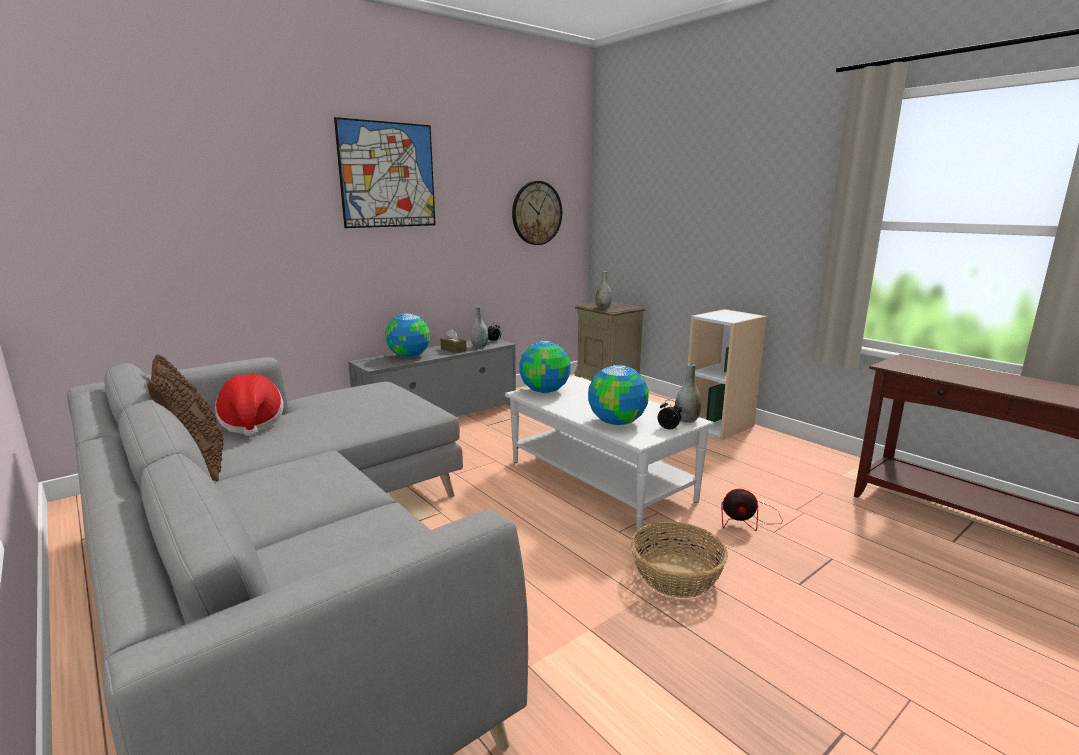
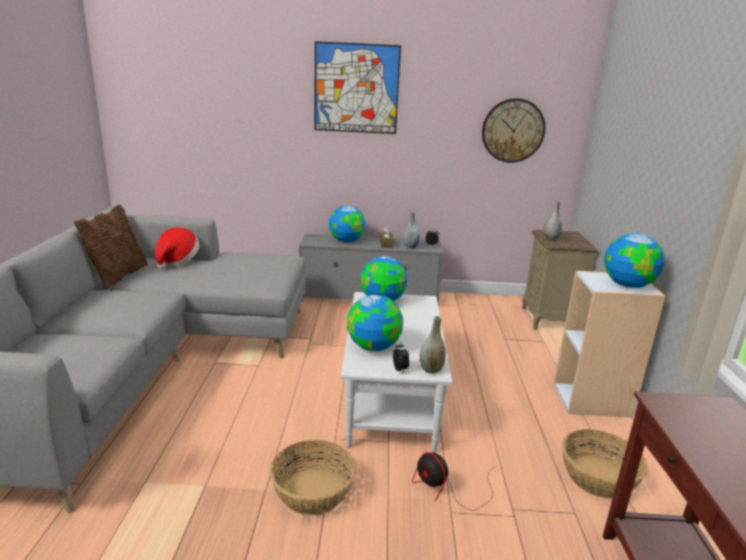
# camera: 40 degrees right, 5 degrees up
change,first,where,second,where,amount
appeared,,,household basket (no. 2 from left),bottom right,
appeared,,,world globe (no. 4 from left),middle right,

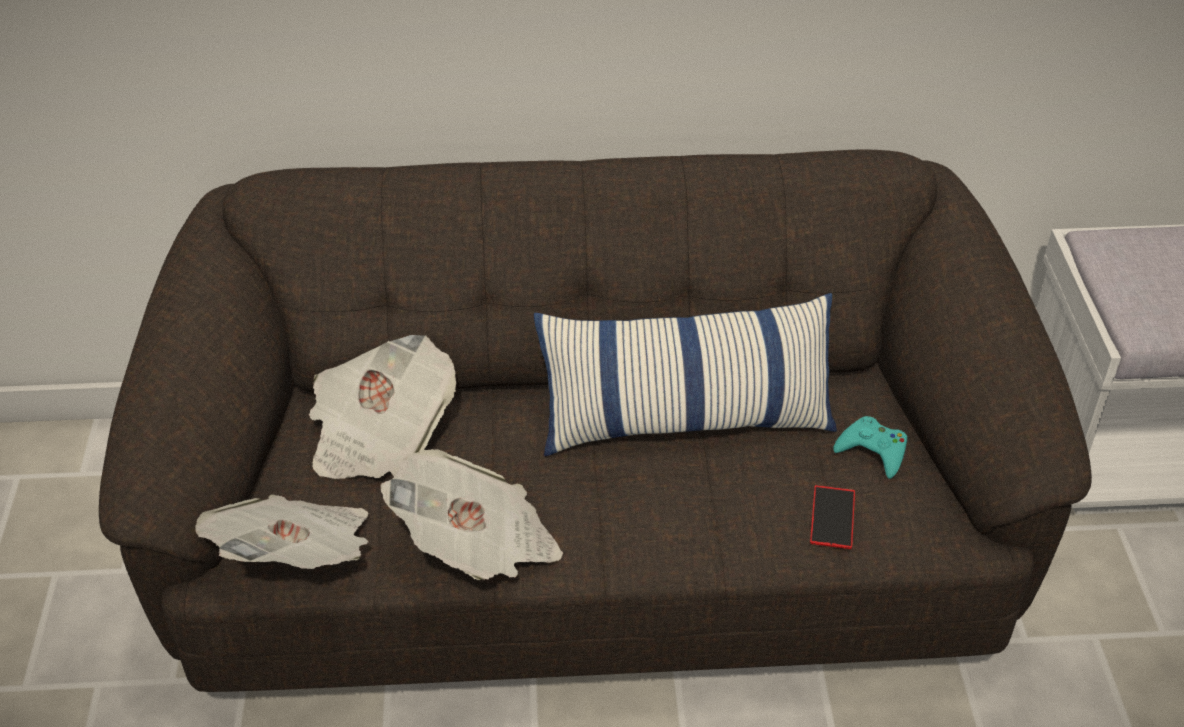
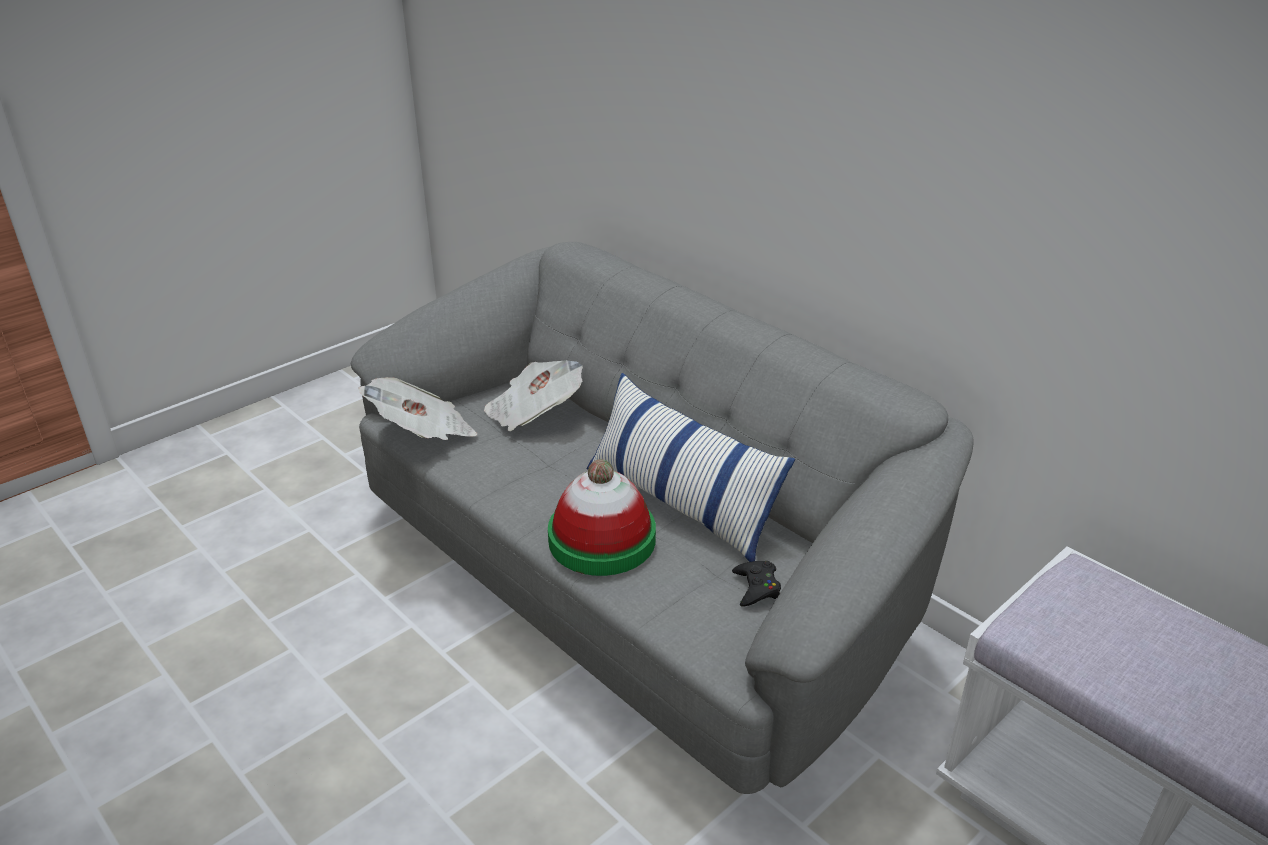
# camera: 50 degrees right, 10 degrees down
change,first,where,second,where,amount
missing,daily paper (no. 3 from left),bottom centre,,,
missing,phone,bottom right,,,
appeared,,,wearable hat,centre,
colour,sofa (brown),centre,sofa (gray),centre,
colour,gamepad (turquoise),middle right,gamepad (black),bottom centre,

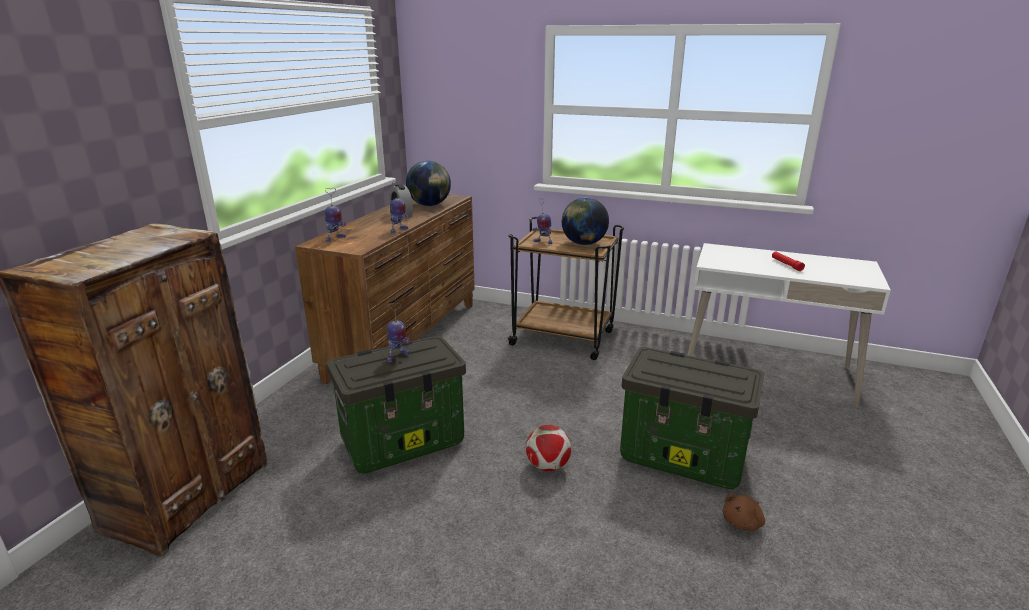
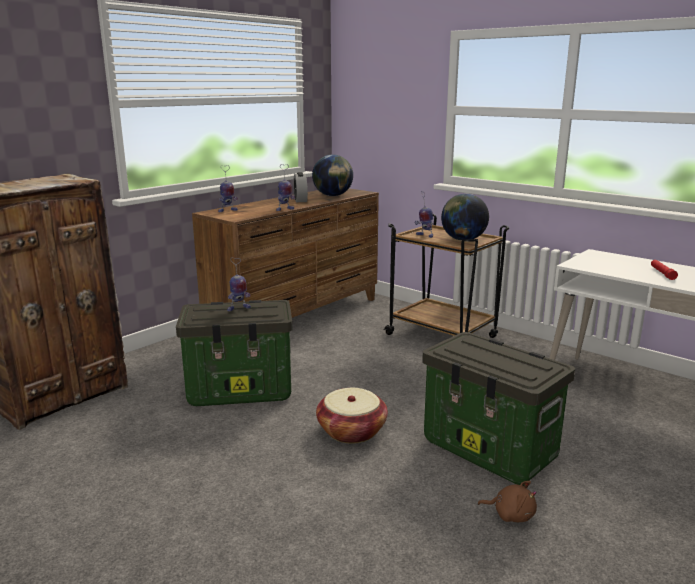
# camera: 20 degrees right, 5 degrees down
change,first,where,second,where,amount
exchanged,football ball,bottom centre,household basket,bottom centre,
spun,cuddly toy (brown),bottom right,,bottom right,135 degrees counterclockwise

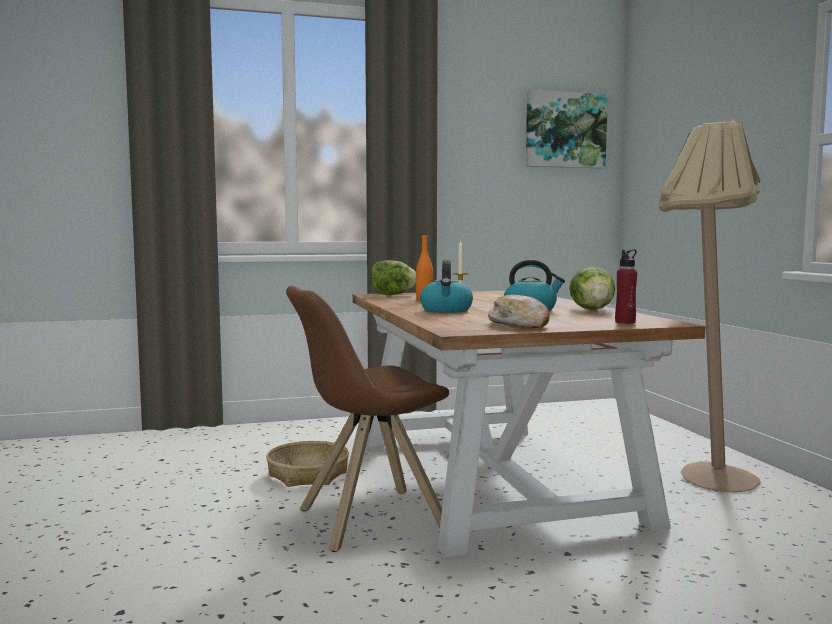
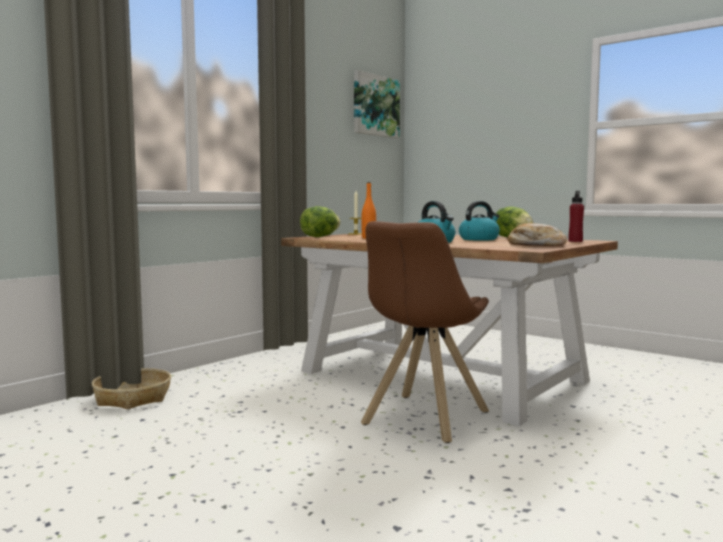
# camera: 35 degrees left, 0 degrees up
change,first,where,second,where,amount
missing,standing lamp (beige),middle right,,,
relocated,household basket,bottom centre,,bottom left,

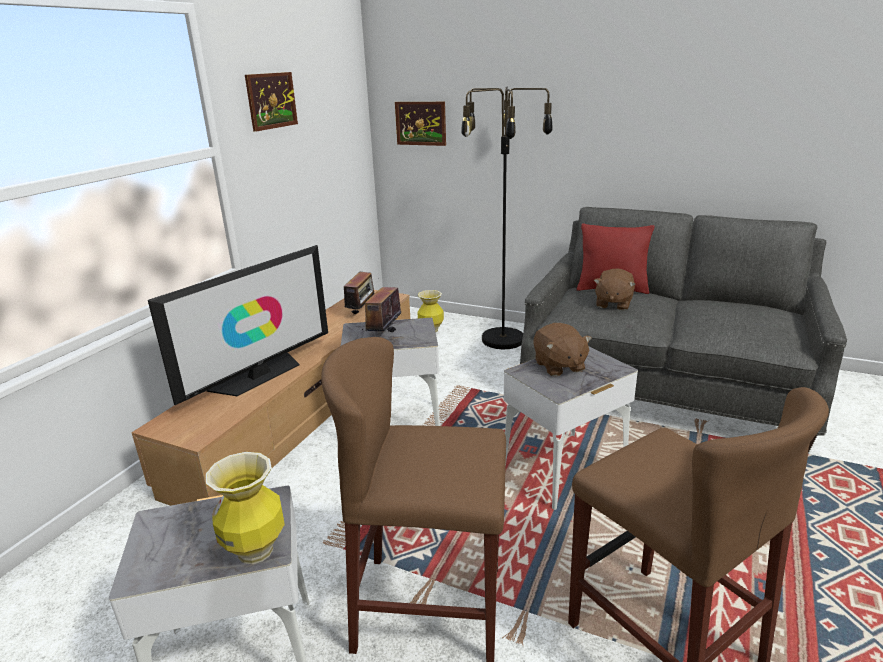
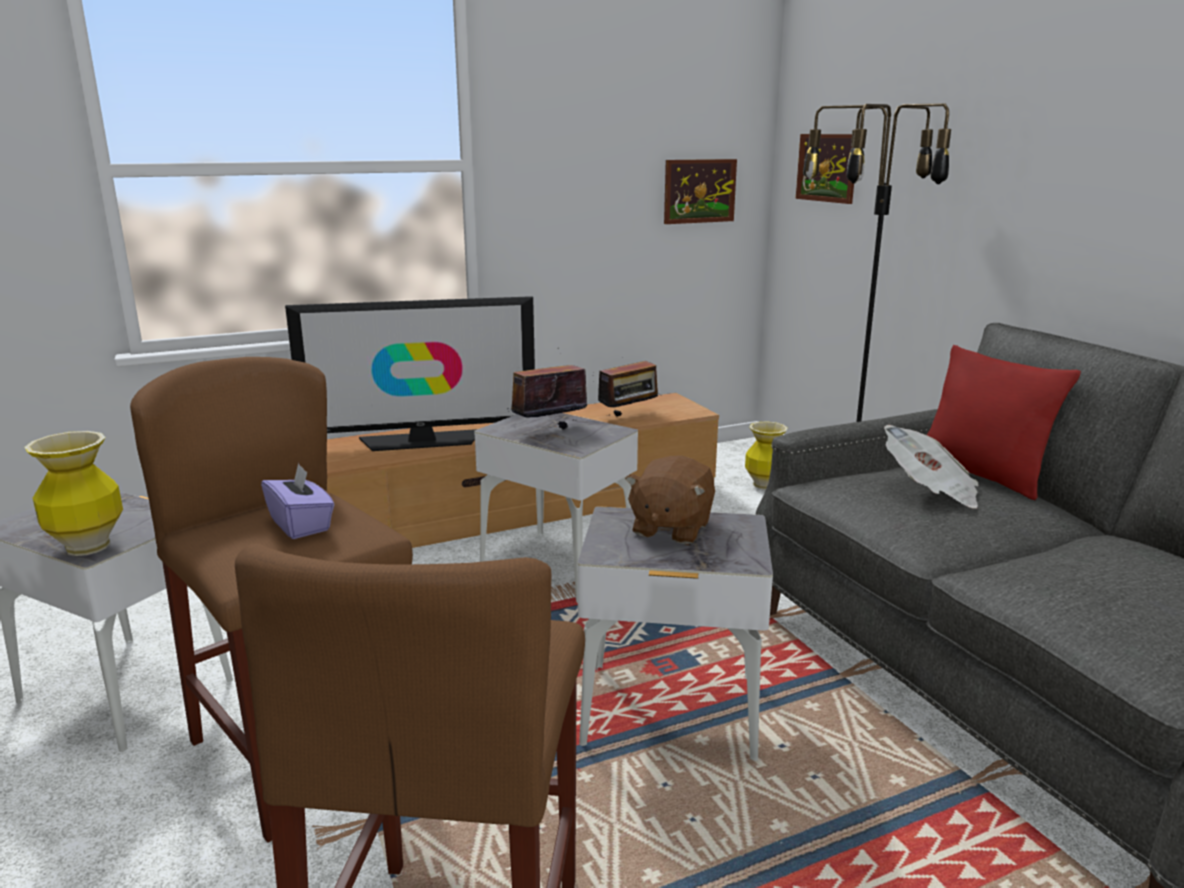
# camera: 40 degrees right, 5 degrees down
change,first,where,second,where,amount
appeared,,,box of tissues (purple-coloured),middle left,
relocated,wall picture (no. 1 from left),top left,,top centre,
exchanged,cuddly toy (brown) (no. 2 from left),middle right,daily paper,middle right,

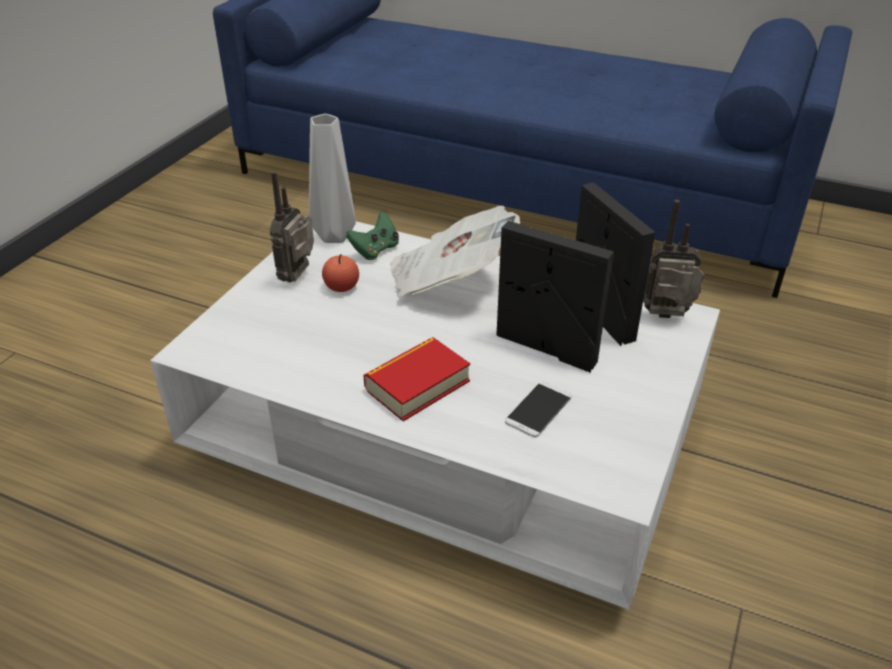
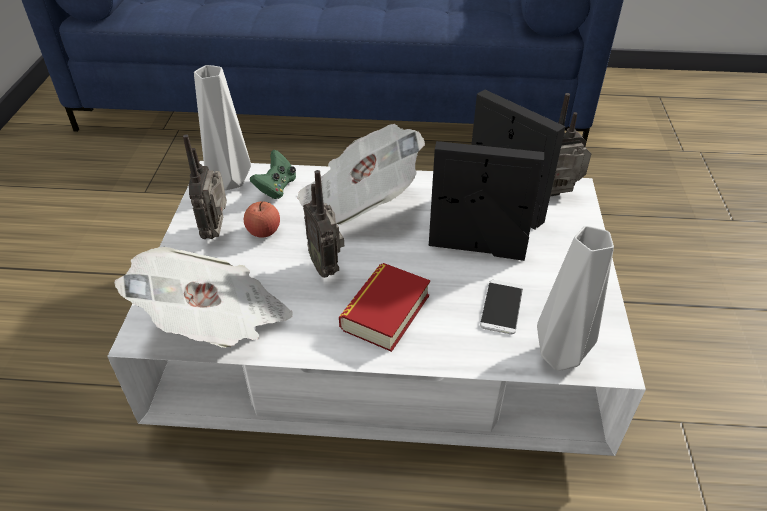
# camera: 20 degrees left, 5 degrees up
change,first,where,second,where,amount
appeared,,,daily paper (no. 1 from left),middle left,
appeared,,,radio set (no. 2 from left),centre,
appeared,,,flower vase (gray) (no. 2 from left),middle right,

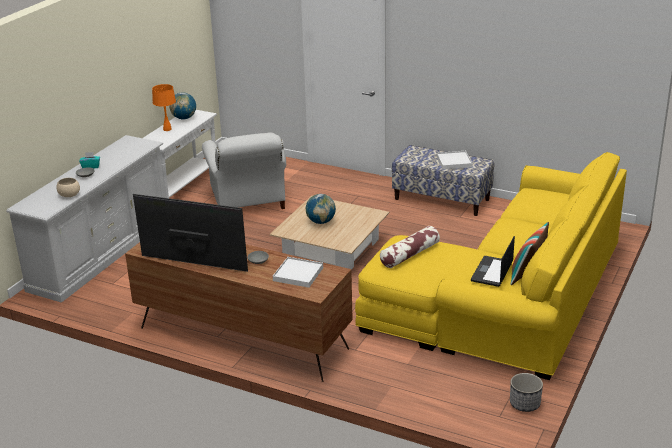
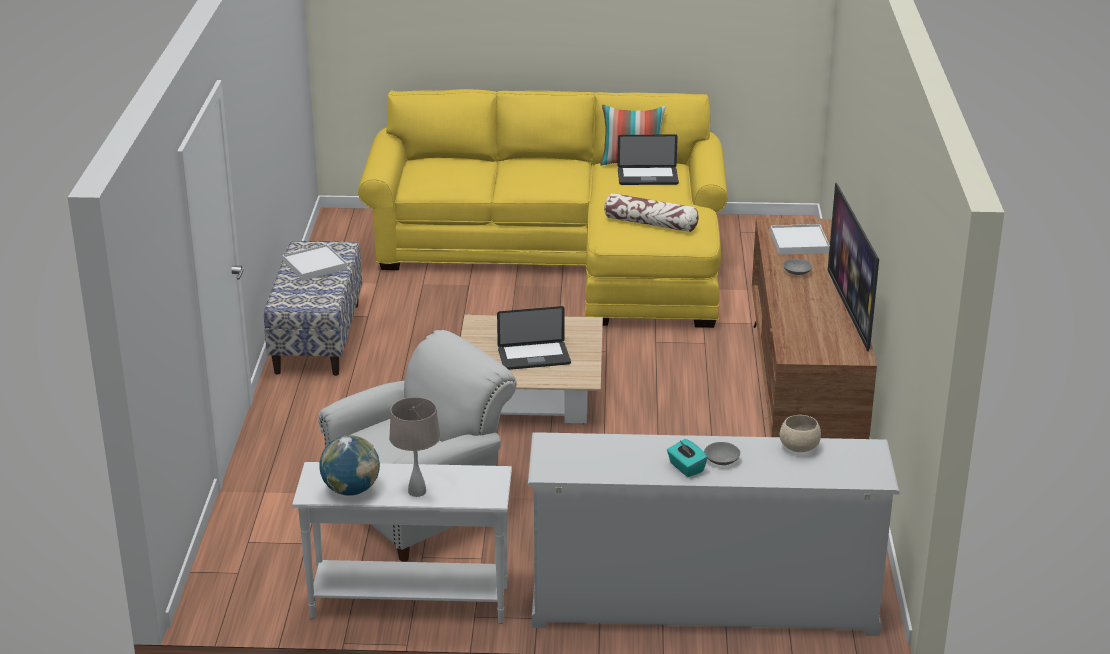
# camera: 115 degrees left, 0 degrees up
change,first,where,second,where,amount
missing,planter,bottom right,,,
exchanged,world globe (no. 2 from left),centre,portable computer (no. 1 from left),centre,
colour,lamp for a table (orange),top left,lamp for a table (beige),bottom centre,

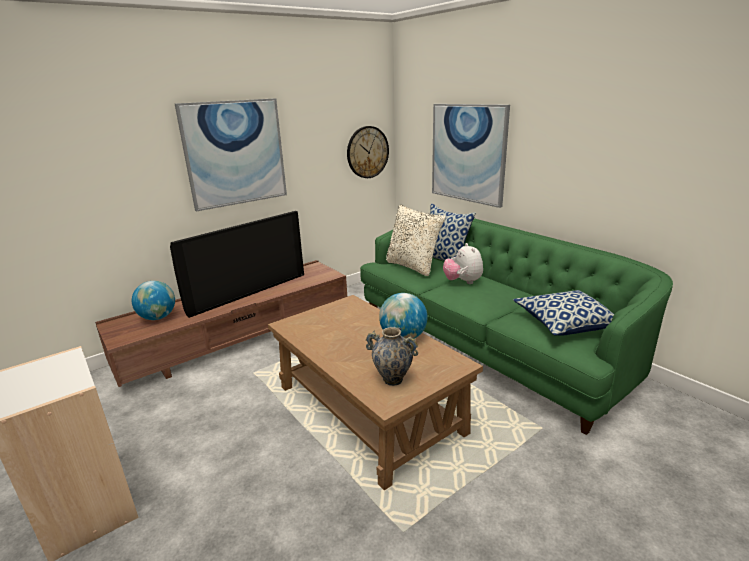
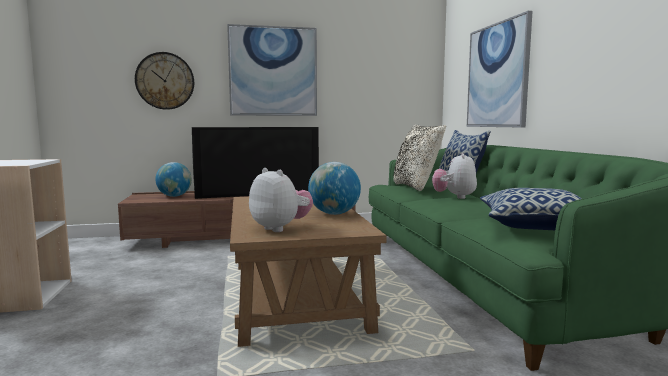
# camera: 25 degrees right, 15 degrees down
change,first,where,second,where,amount
relocated,wall clock,top centre,,top left,
exchanged,flower vase,centre,cuddly toy (no. 1 from left),centre,

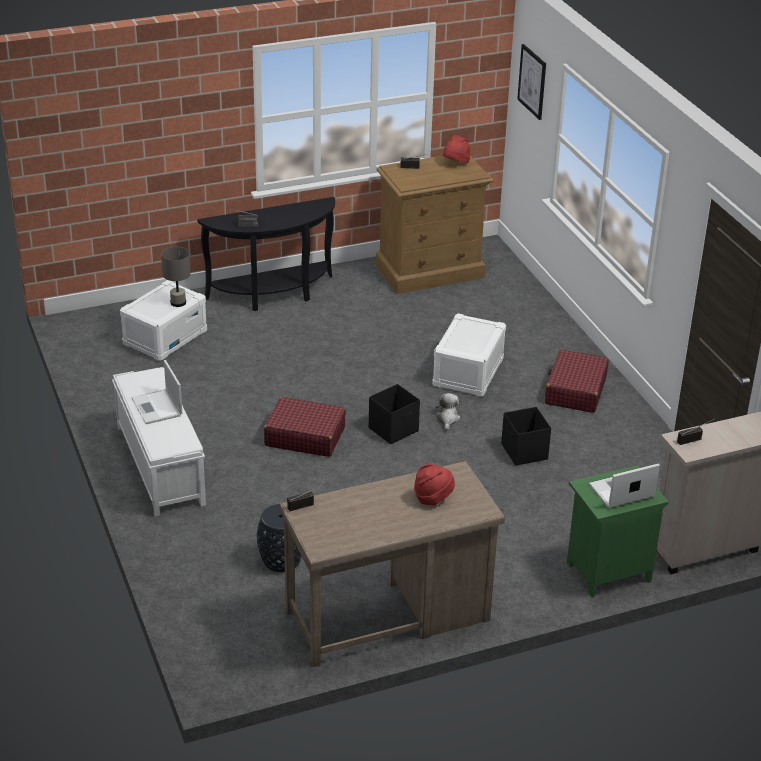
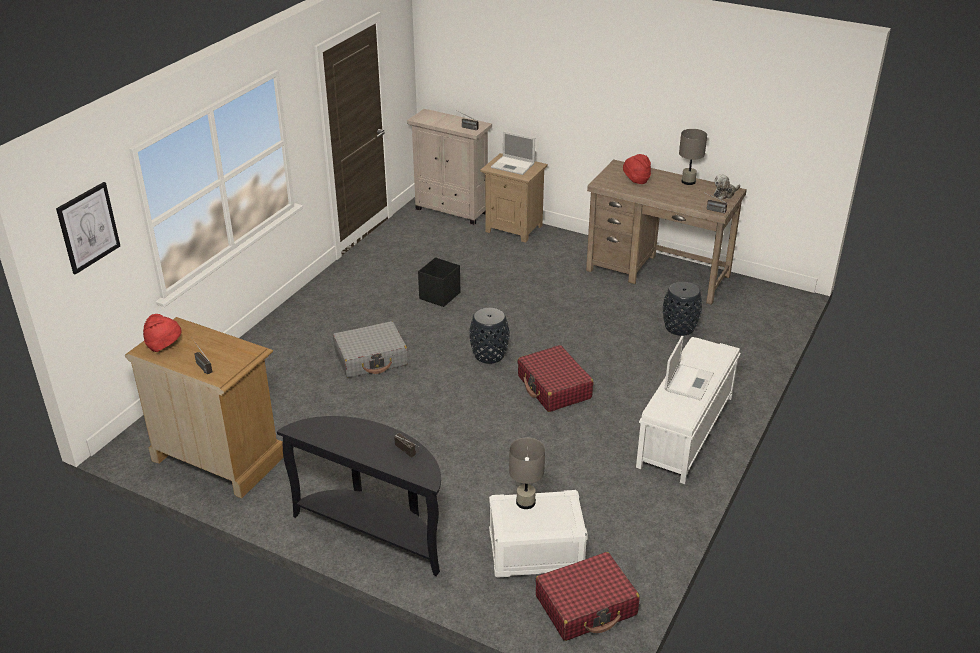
# camera: 130 degrees left, 0 degrees up
change,first,where,second,where,amount
appeared,,,lamp for a table (gray) (no. 2 from left),top right,
relocated,cuddly toy,centre,,top right,
relocated,suitcase (red) (no. 2 from left),middle right,,bottom centre,
exchanged,storage container (black) (no. 1 from left),centre,sitting stool (black) (no. 1 from left),centre,
exchanged,storage container (whitish) (no. 2 from left),centre,suitcase (gray),centre,
colour,nightstand (greenish),bottom right,nightstand (beige),top centre,

